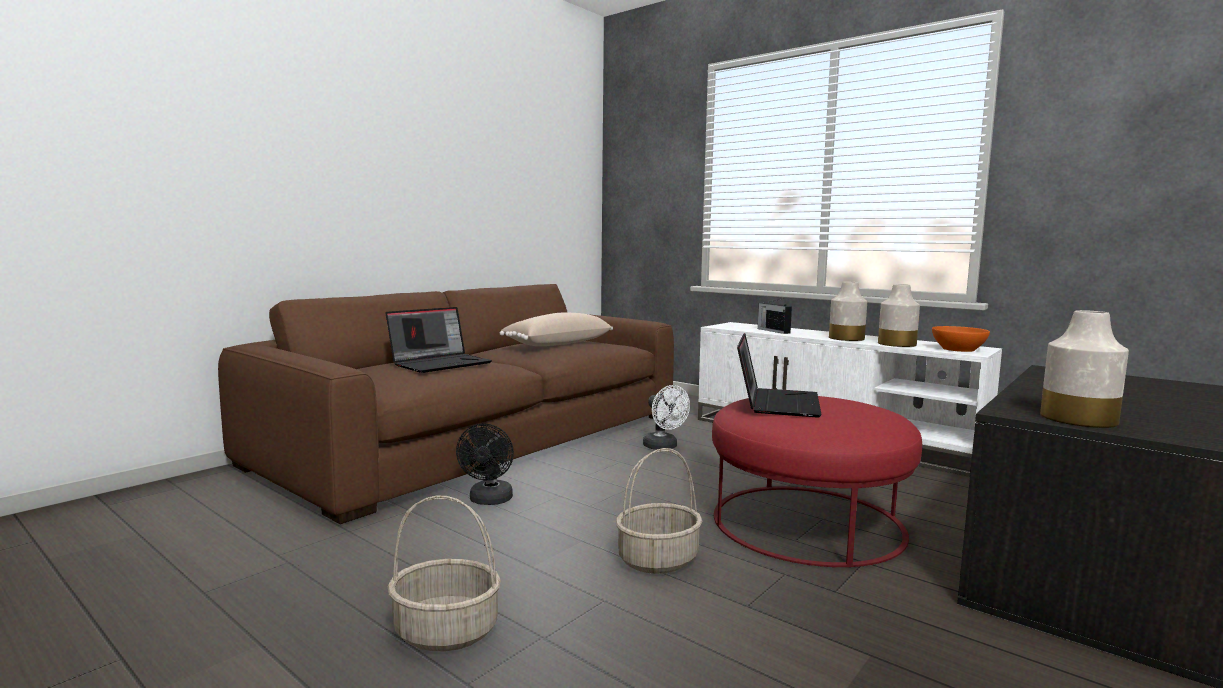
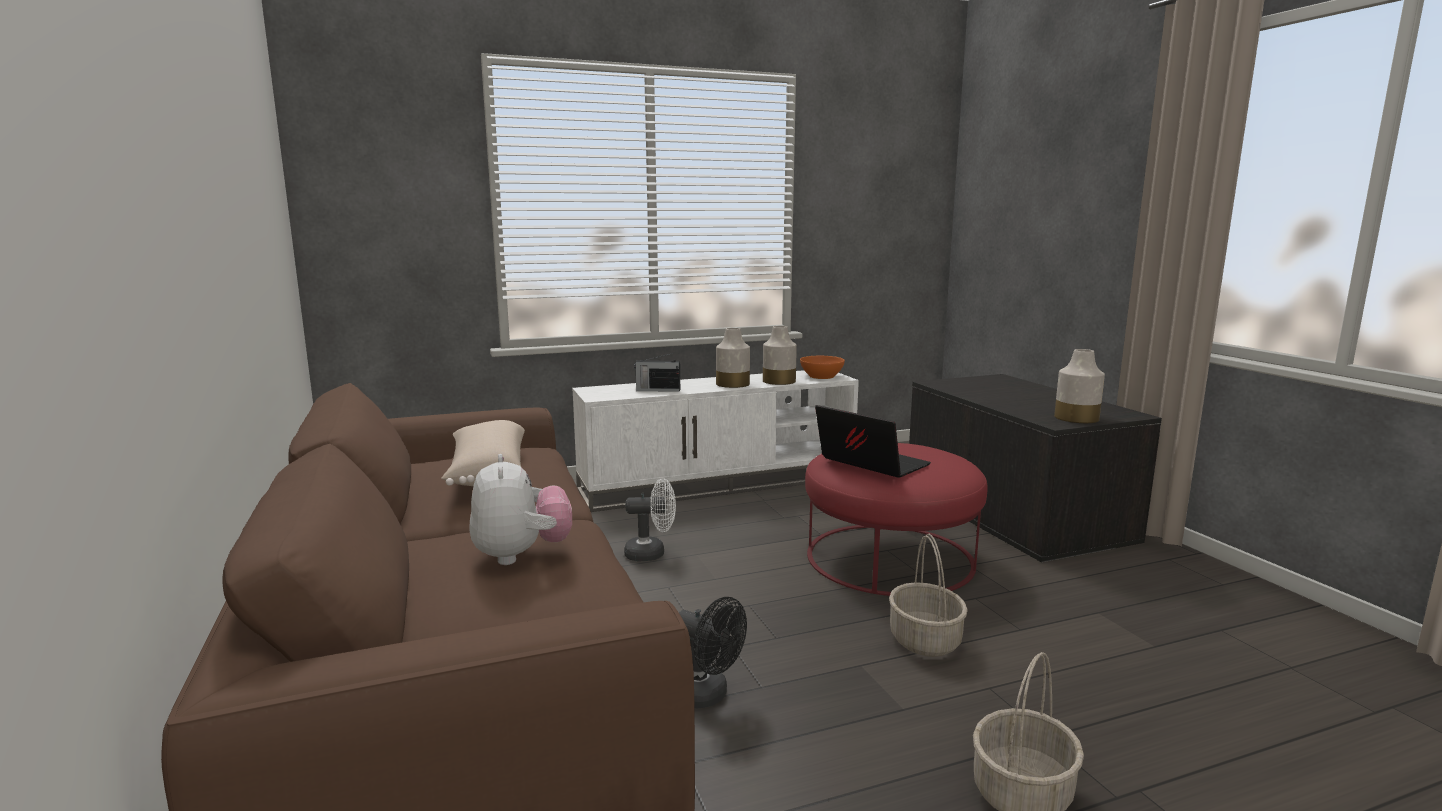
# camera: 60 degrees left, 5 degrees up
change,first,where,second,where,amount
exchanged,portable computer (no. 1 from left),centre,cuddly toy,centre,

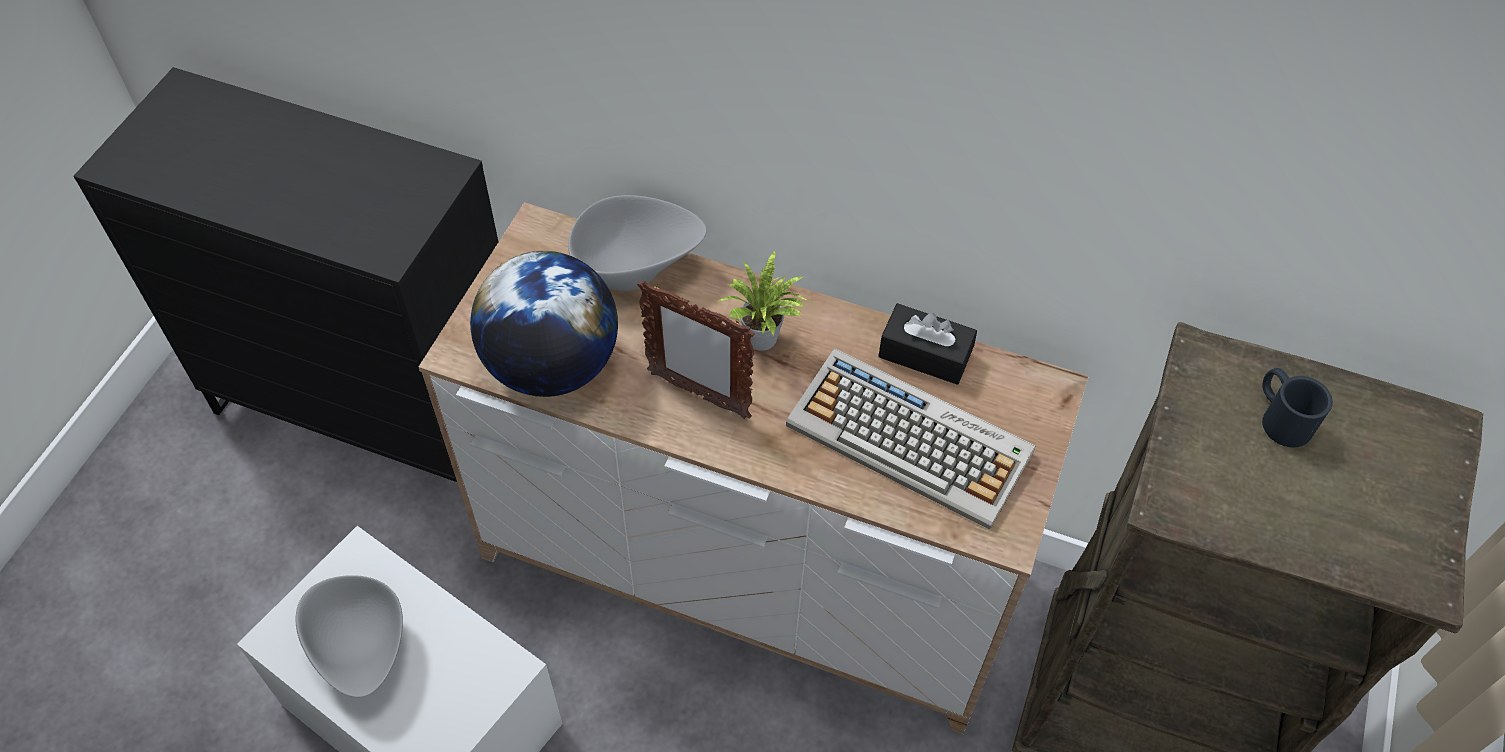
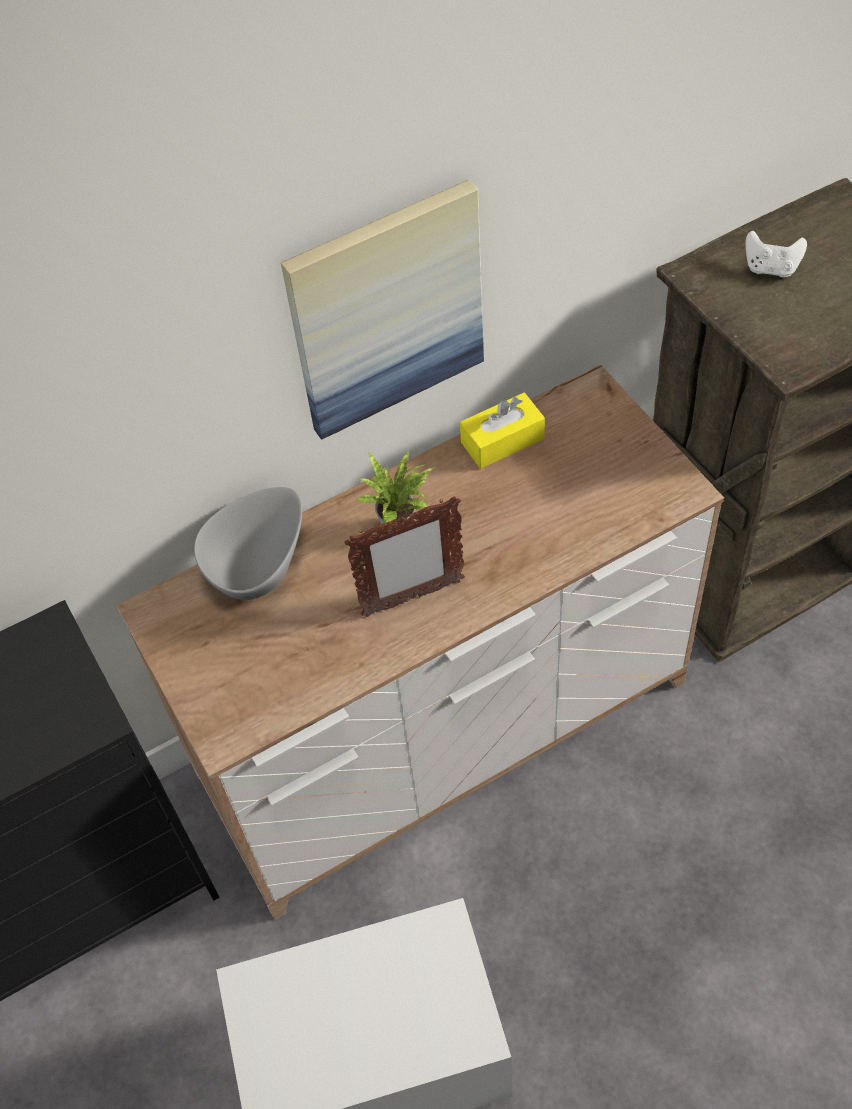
# camera: 45 degrees left, 0 degrees up
change,first,where,second,where,amount
missing,serving bowl (gray) (no. 1 from left),bottom left,,,
missing,world globe,centre,,,
missing,computer keyboard,centre,,,
appeared,,,wall picture,top centre,
exchanged,coffee mug (black),middle right,gamepad (whitish),top right,
colour,box of tissues (black),centre,box of tissues (yellowish),centre,

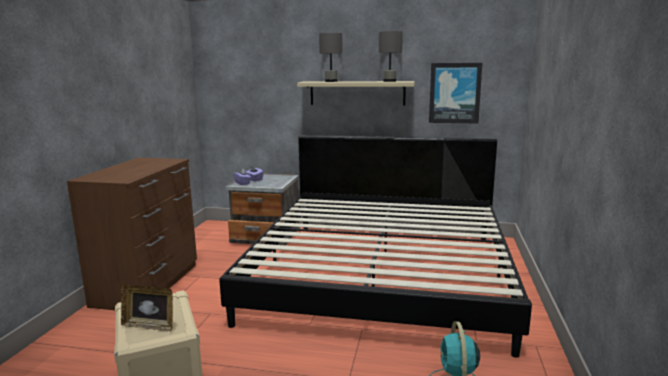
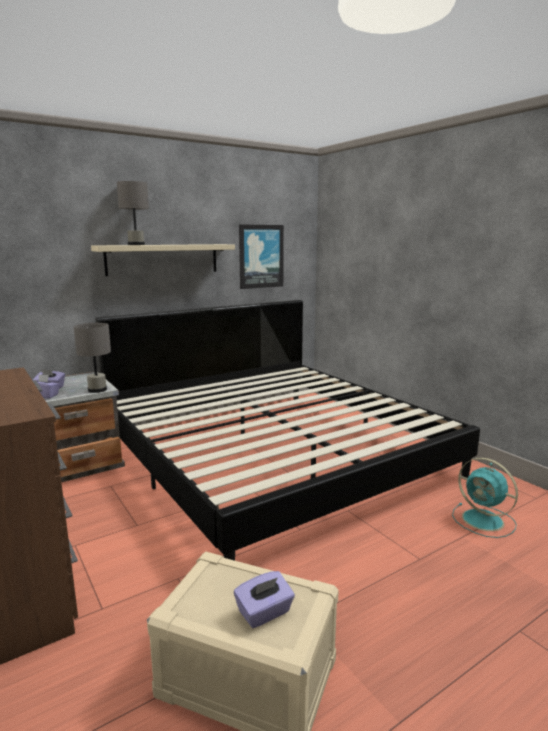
# camera: 45 degrees left, 0 degrees up
change,first,where,second,where,amount
relocated,lamp for a table (gray) (no. 2 from left in the first image),top centre,lamp for a table (gray) (no. 1 from left),middle left,
exchanged,picture frame,bottom left,box of tissues (purple-coloured) (no. 3 from left),bottom centre,

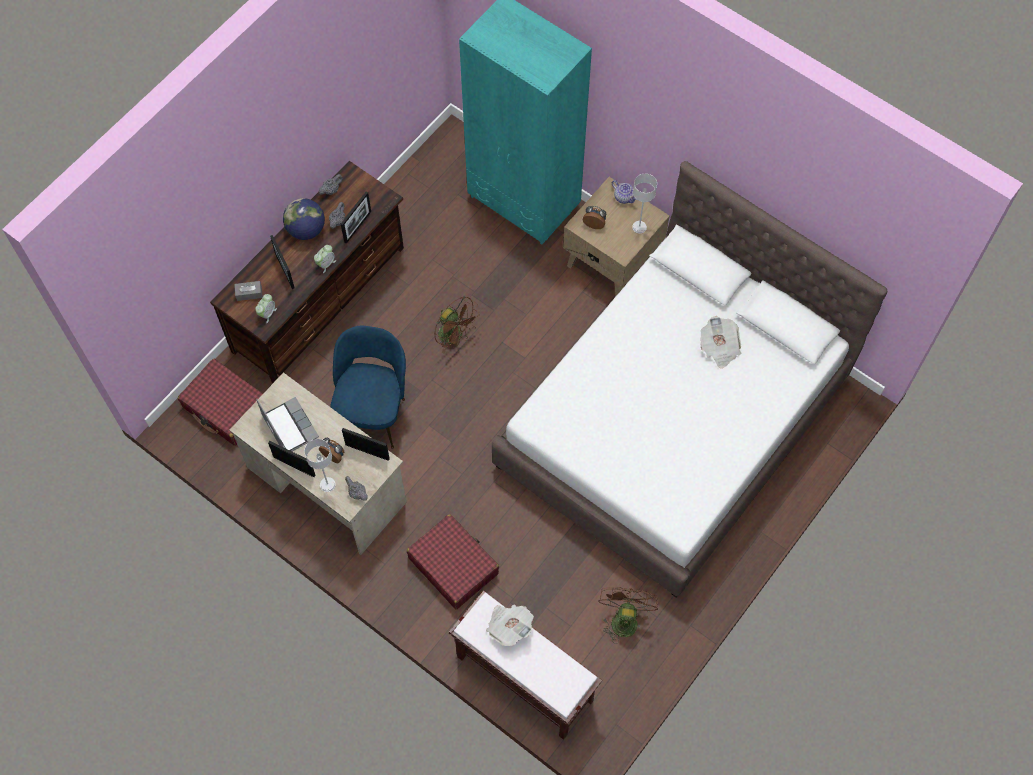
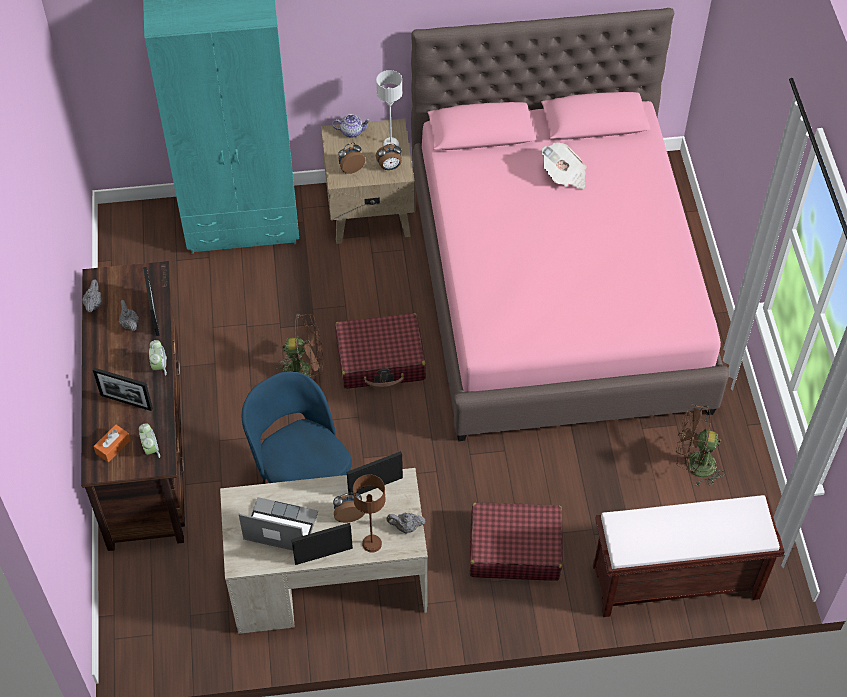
# camera: 45 degrees left, 10 degrees down
change,first,where,second,where,amount
missing,world globe,top left,,,
missing,daily paper (no. 1 from left),bottom centre,,,
appeared,,,table clock (no. 5 from left),top centre,
relocated,suitcase (red) (no. 1 from left),middle left,,centre,
colour,box of tissues (gray),middle left,box of tissues (orange),middle left,
colour,lamp for a table (gray) (no. 1 from left),middle left,lamp for a table (brown),bottom centre,
colour,bed (whitish),middle right,bed (pinkish),top right,
spun,fan (brown) (no. 2 from left),bottom centre,,middle right,45 degrees counterclockwise

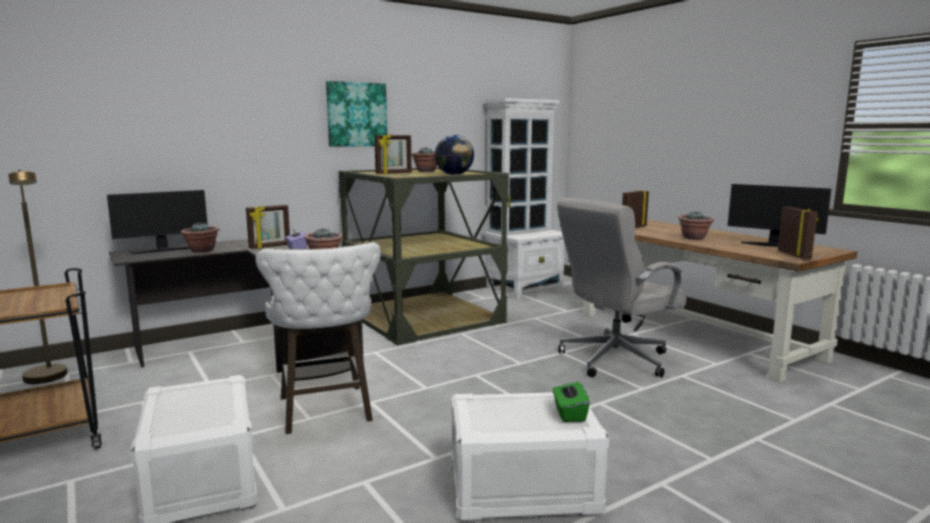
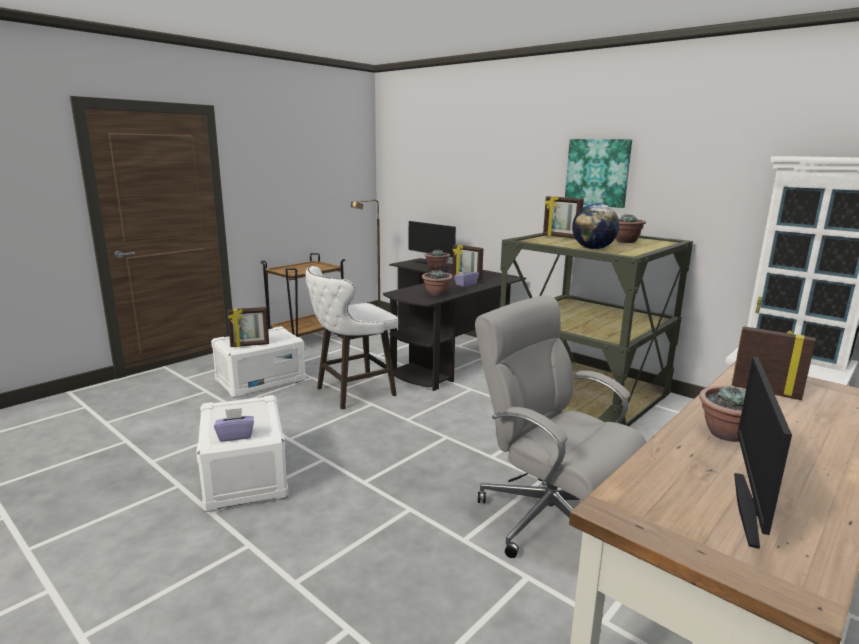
# camera: 75 degrees right, 5 degrees up
change,first,where,second,where,amount
relocated,picture frame (no. 4 from left in the first image),middle right,picture frame (no. 1 from left),middle left,
colour,box of tissues (greenish),bottom centre,box of tissues (purple-coloured) (no. 1 from left),middle left,

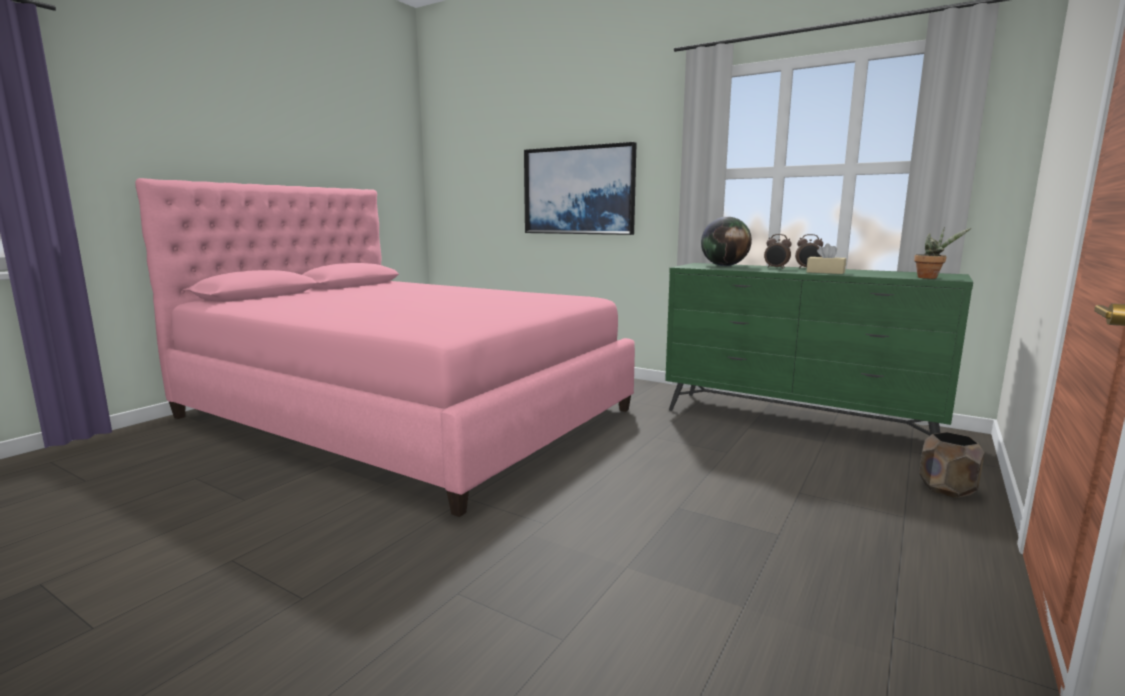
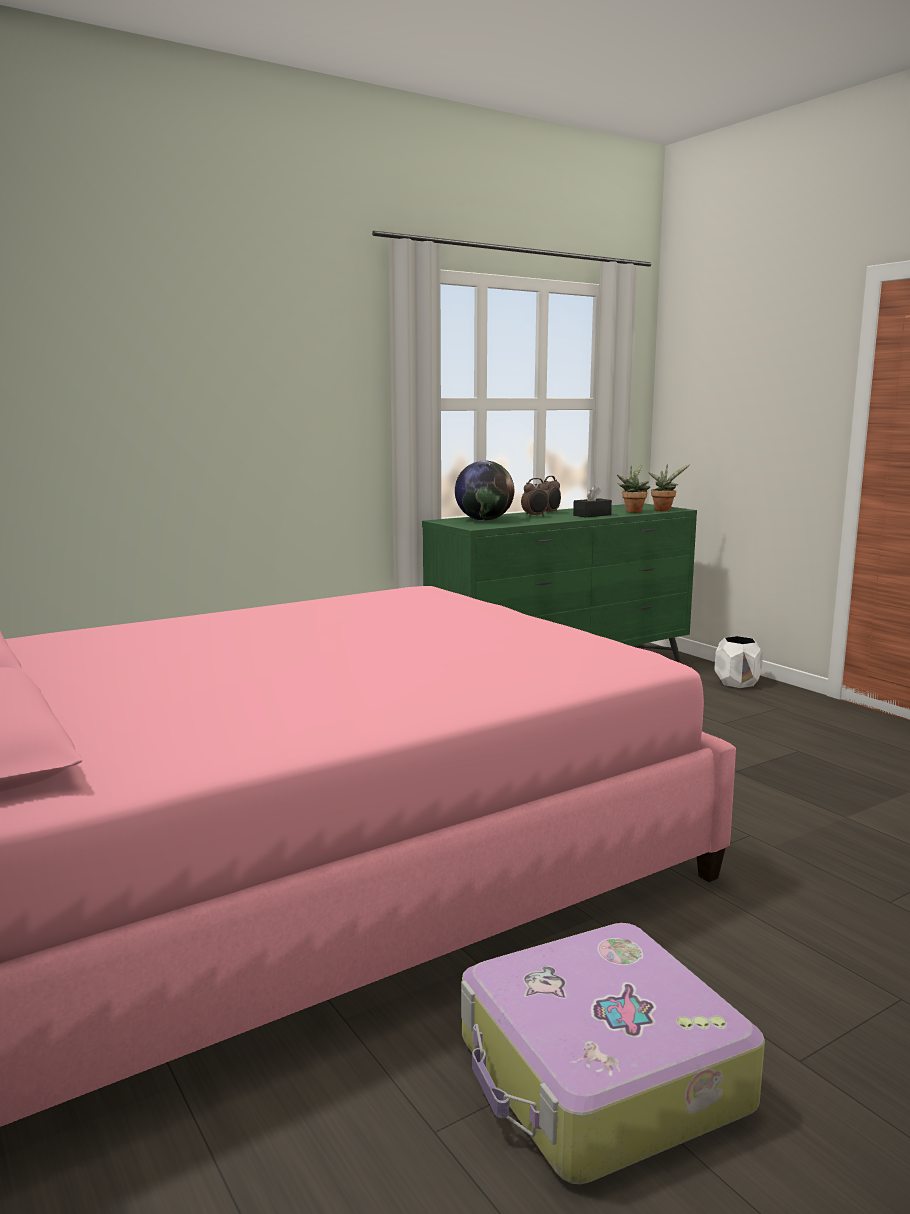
# camera: 65 degrees left, 0 degrees up
change,first,where,second,where,amount
missing,wall picture,top centre,,,
appeared,,,suitcase,bottom right,
appeared,,,houseplant (no. 1 from left),middle right,
colour,box of tissues (beige),middle right,box of tissues (black),centre,
colour,planter (brown),bottom right,planter (whitish),middle right,

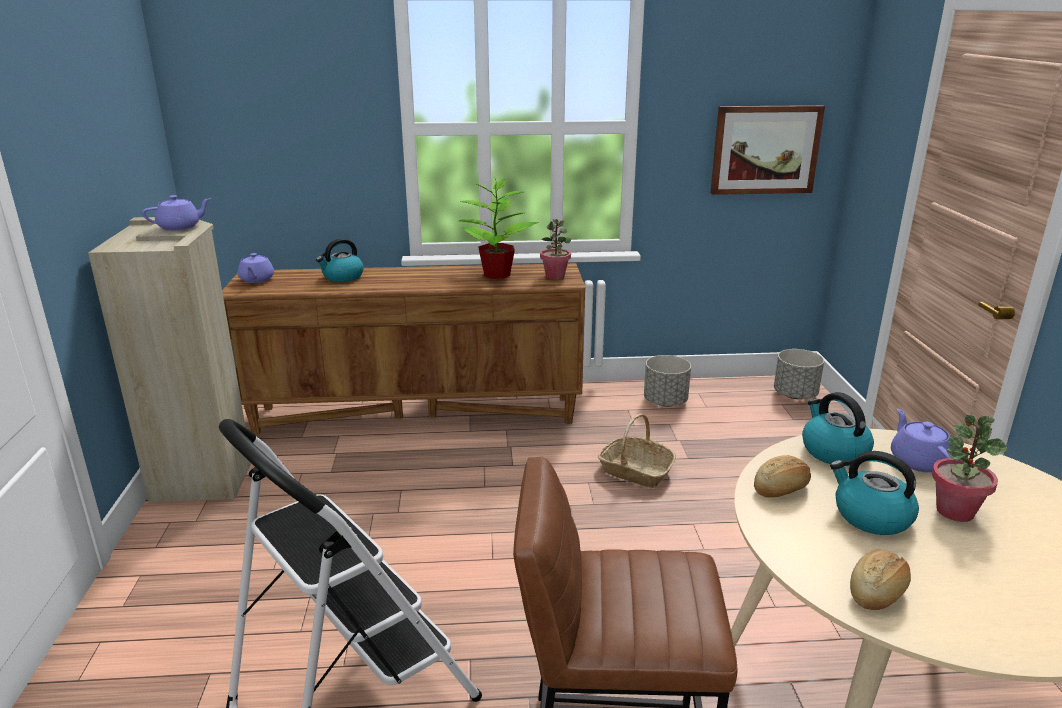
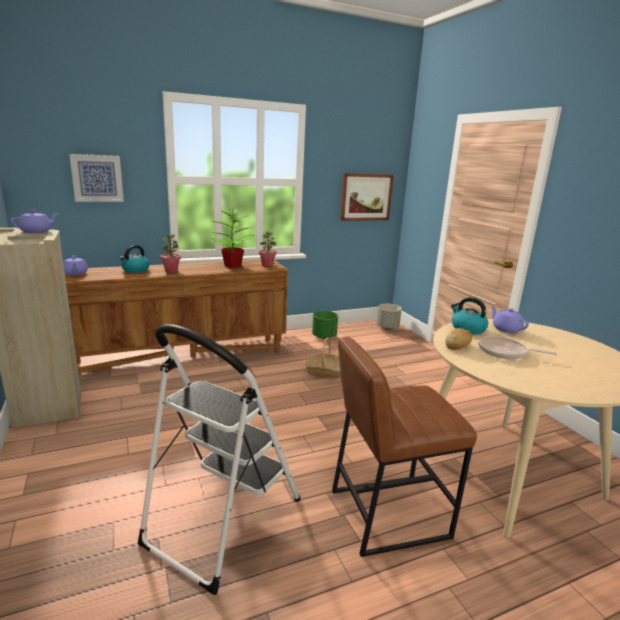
# camera: 20 degrees left, 5 degrees down
change,first,where,second,where,amount
missing,bread (no. 2 from left),bottom right,,,
appeared,,,wall picture (no. 1 from left),top left,
relocated,houseplant (no. 3 from left in the first image),middle right,houseplant (no. 1 from left),middle left,
exchanged,kettle (no. 3 from left),bottom right,pan,middle right,
colour,planter (gray) (no. 1 from left),centre,planter (greenish),centre,

